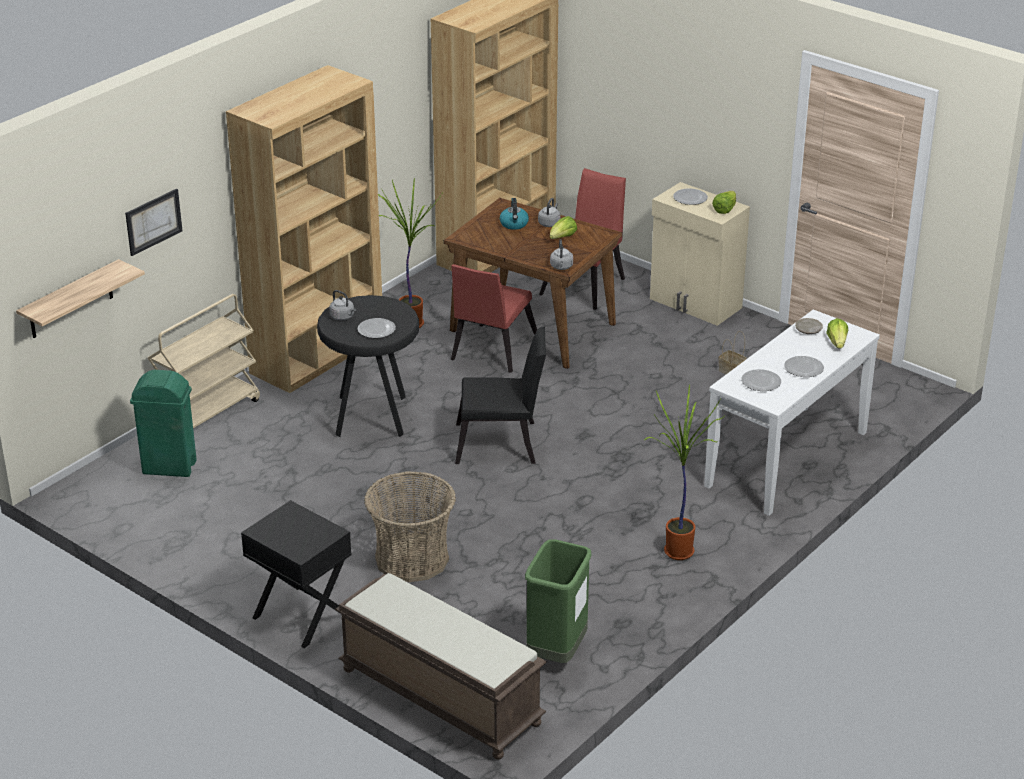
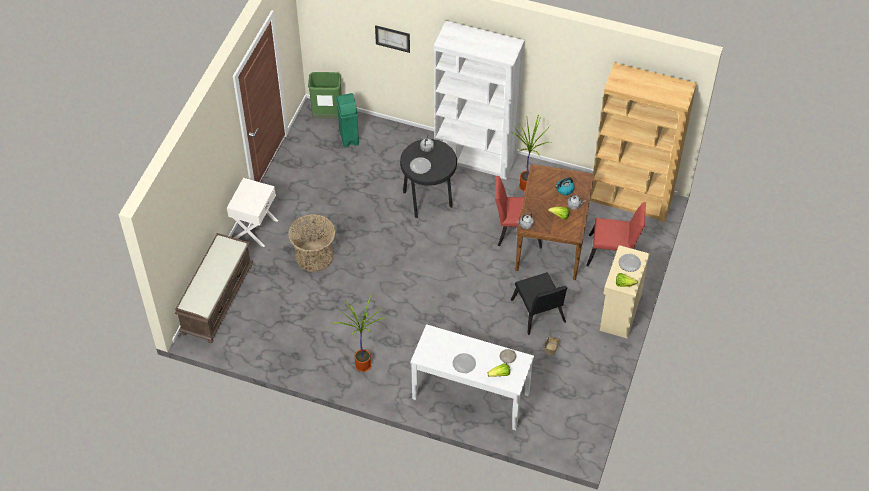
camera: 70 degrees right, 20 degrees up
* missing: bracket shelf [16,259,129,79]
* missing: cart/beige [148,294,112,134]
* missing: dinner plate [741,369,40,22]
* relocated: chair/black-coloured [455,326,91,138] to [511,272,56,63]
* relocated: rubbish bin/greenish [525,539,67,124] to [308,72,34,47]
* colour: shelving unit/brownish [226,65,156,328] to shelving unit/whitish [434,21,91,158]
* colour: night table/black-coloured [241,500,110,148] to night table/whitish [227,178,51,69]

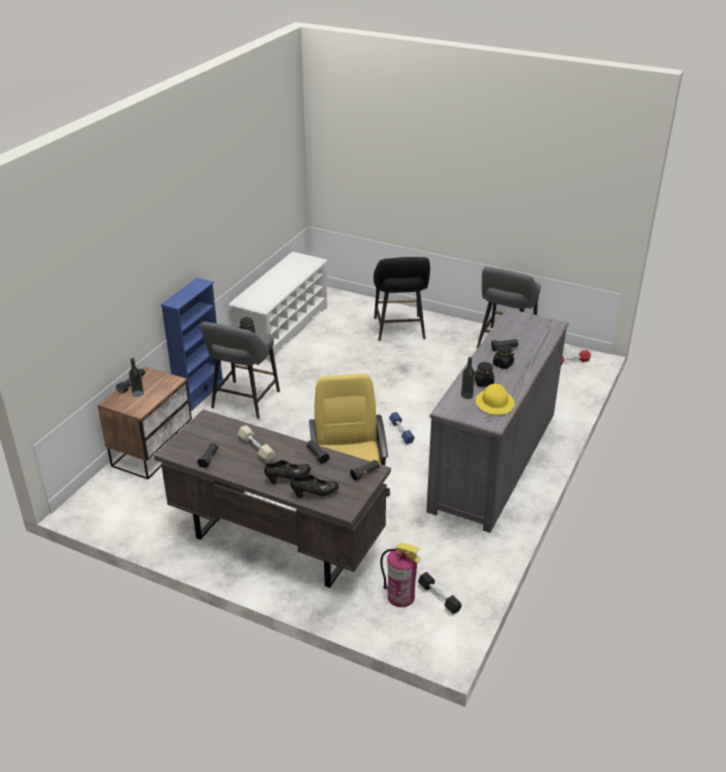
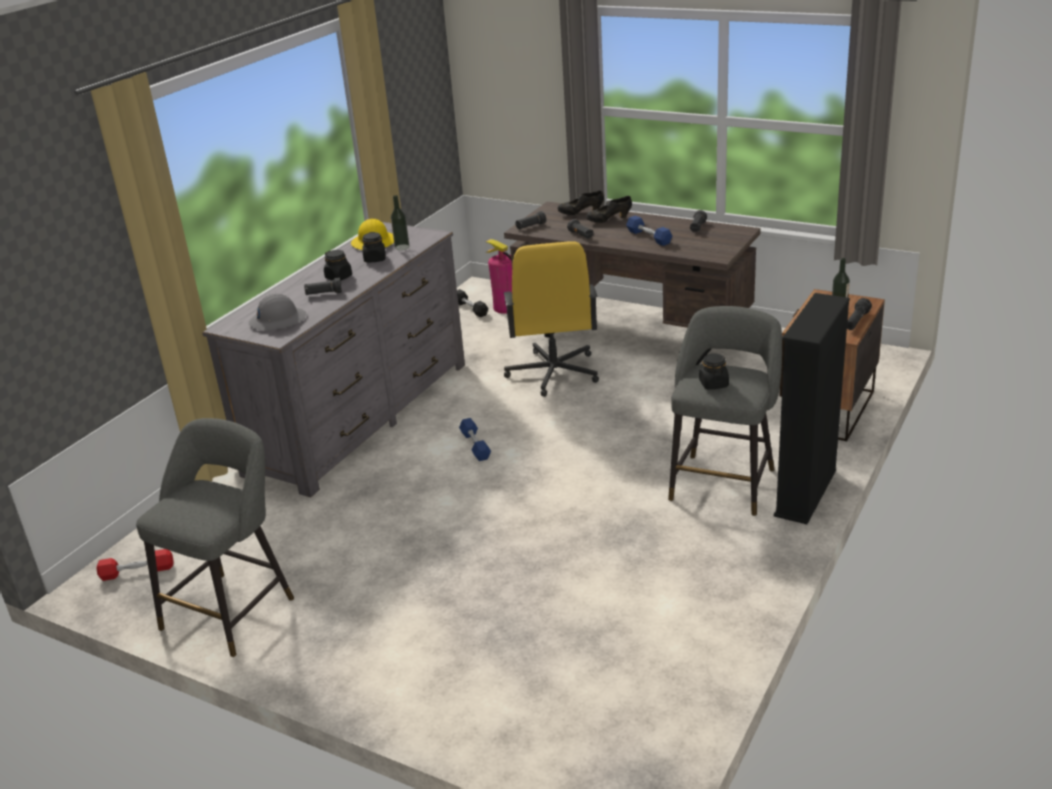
camera: 175 degrees left, 5 degrees down
* missing: shoe shelf/whitish [229,252,98,110]
* missing: stool seat/black-coloured [374,257,56,84]
* appeared: safety helmet/gray [249,294,57,37]
* colour: shelving unit/bluish [161,278,63,133] to shelving unit/black-coloured [774,293,76,231]
* colour: hand weight/beige [238,425,37,37] to hand weight/bluish [626,216,46,30]

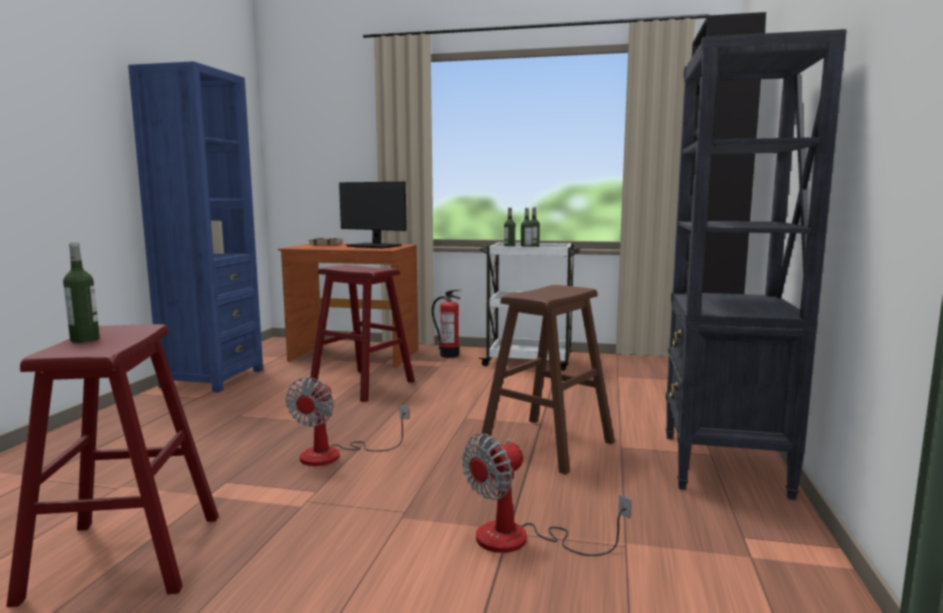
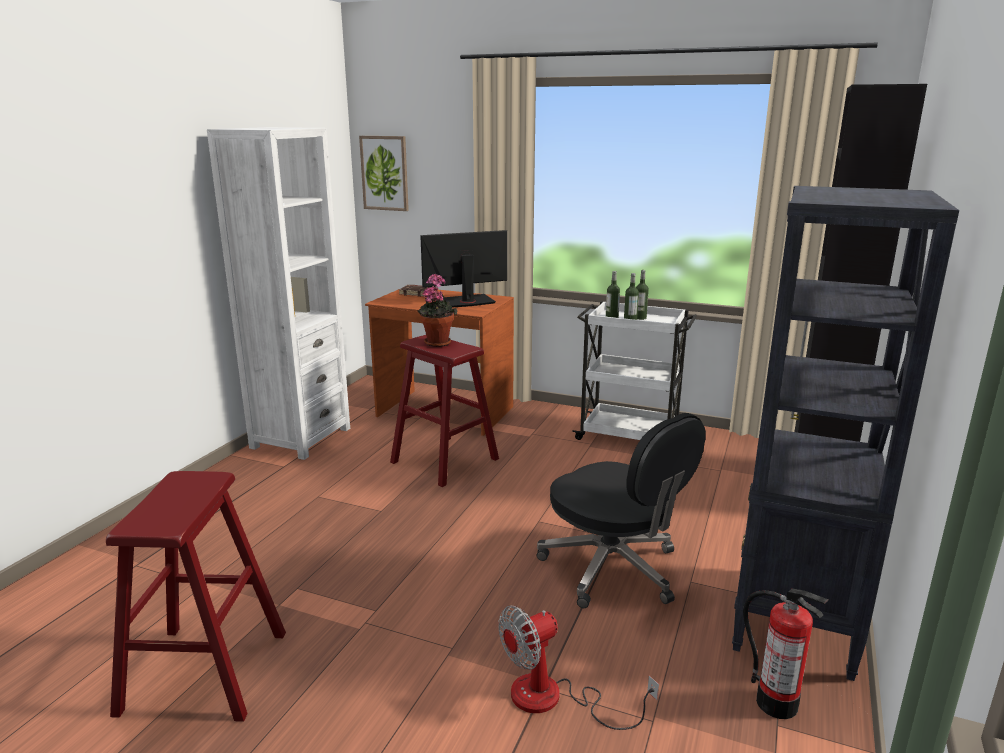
camera: 10 degrees right, 10 degrees up
* missing: beverage bottle [63,243,37,100]
* missing: cooling fan [286,377,123,89]
* appeared: wall picture [359,136,50,75]
* appeared: potted plant [417,274,40,73]
* relocated: extinguisher [432,290,29,68] to [743,588,85,131]
* exchanged: stool seat/brownish [480,285,135,190] to desk chair/black-coloured [537,413,169,195]
* colour: shelving unit/bluish [128,61,135,331] to shelving unit/whitish [207,127,143,333]
* spun: monitor [339,182,68,66] = [420,230,87,78] 120 degrees clockwise

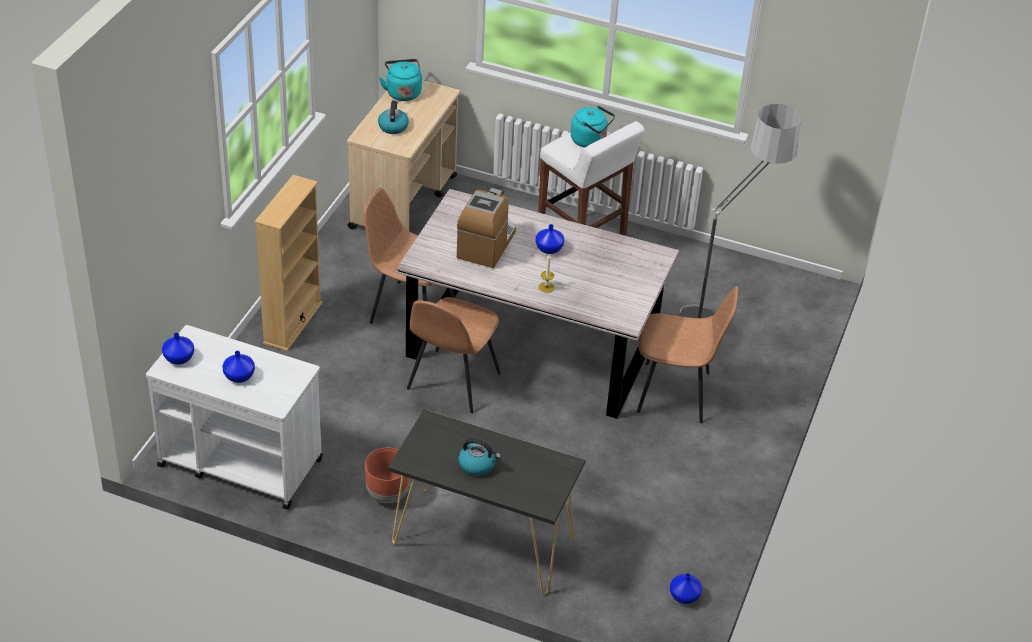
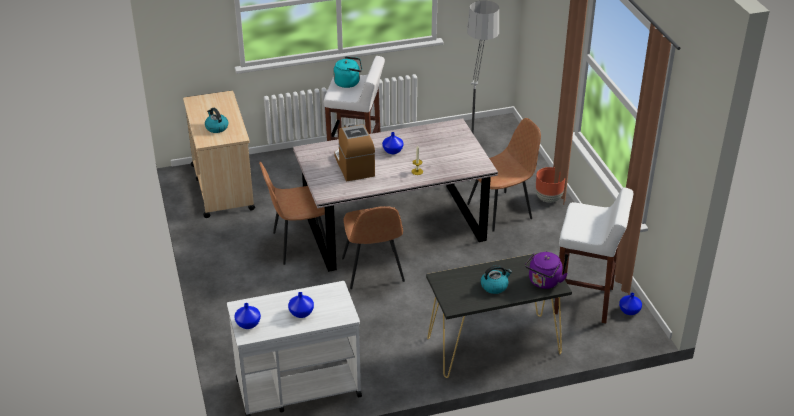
camera: 35 degrees left, 5 degrees down
* missing: shelving unit/beige [255,175,68,176]
* missing: kettle/turquoise-coloured [379,59,43,42]
* appeared: kettle/purple [525,252,43,37]
* appeared: stool seat/whitish [554,187,79,136]
* relocated: plant pot/brownish [365,448,45,55] to [536,167,29,36]

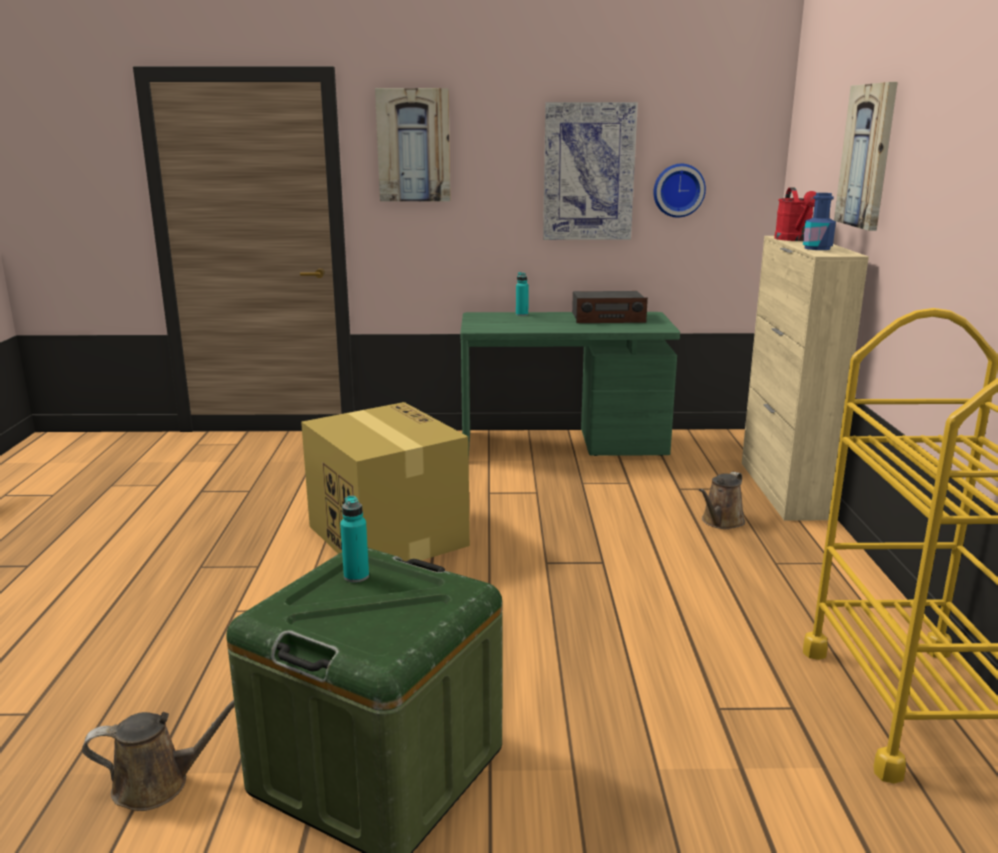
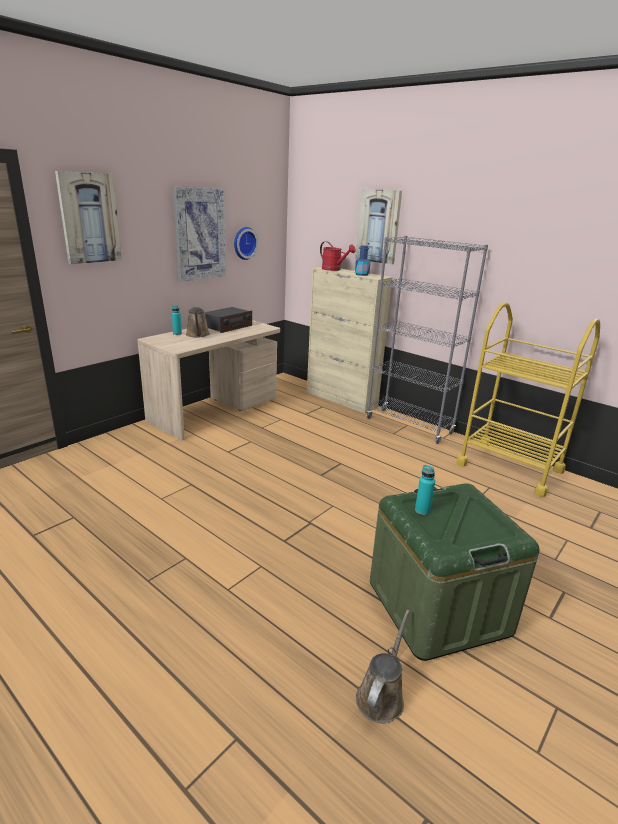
camera: 50 degrees left, 5 degrees up
* missing: cardboard box [301,402,169,159]
* appeared: shelving unit/gray [366,236,122,208]
* relocated: sprinkling can/brownish [699,472,46,57] to [186,307,24,30]
* colour: desk/greenish [460,312,220,144] to desk/beige [137,320,143,120]

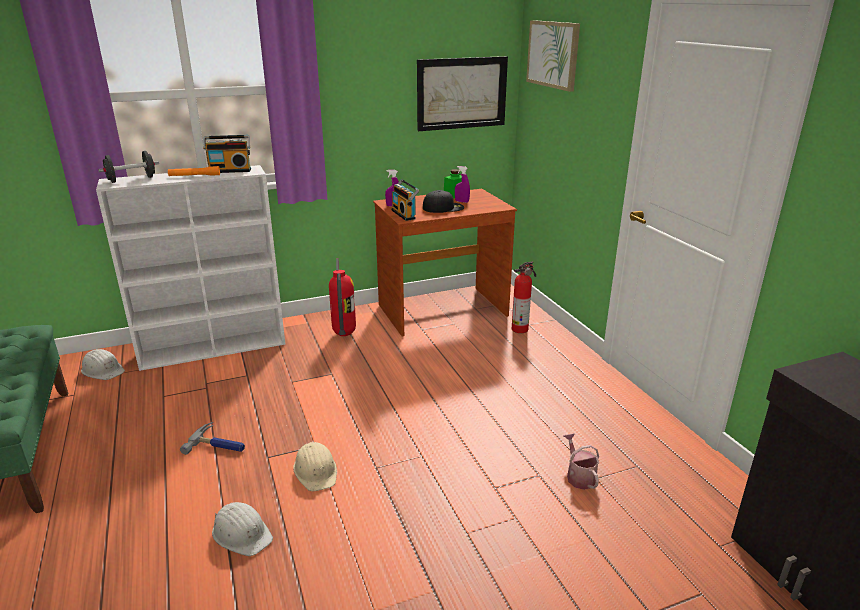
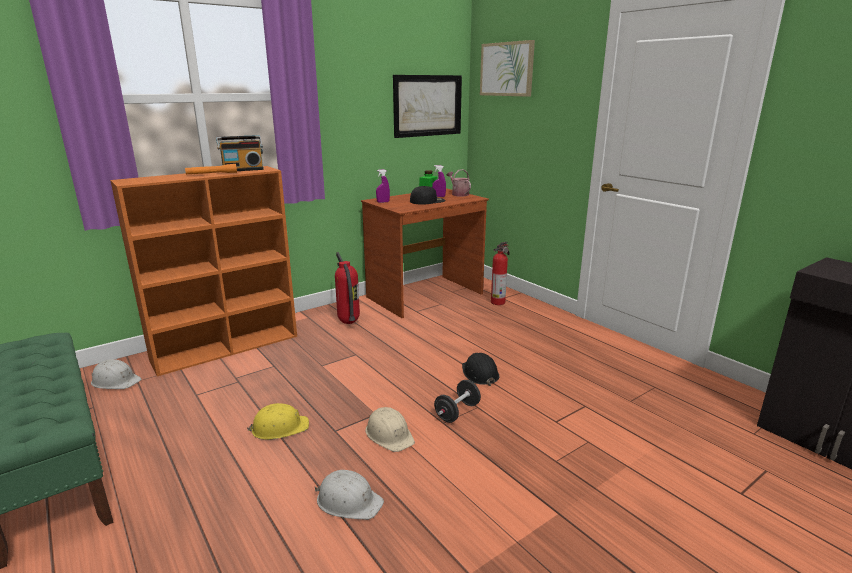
camera: 15 degrees left, 5 degrees down
* missing: radio receiver [391,179,28,42]
* appeared: safety helmet/black-coloured [462,353,38,33]
* relocated: hand weight/black-coloured [98,151,61,32] to [434,380,47,43]
* relocated: sprinkling can [564,433,35,57] to [447,169,24,27]
* exchanged: tool hammer [180,422,65,33] to safety helmet/yellowish [247,403,62,37]
* colour: shelving unit/whitish [96,165,189,206] to shelving unit/orange [110,166,187,210]

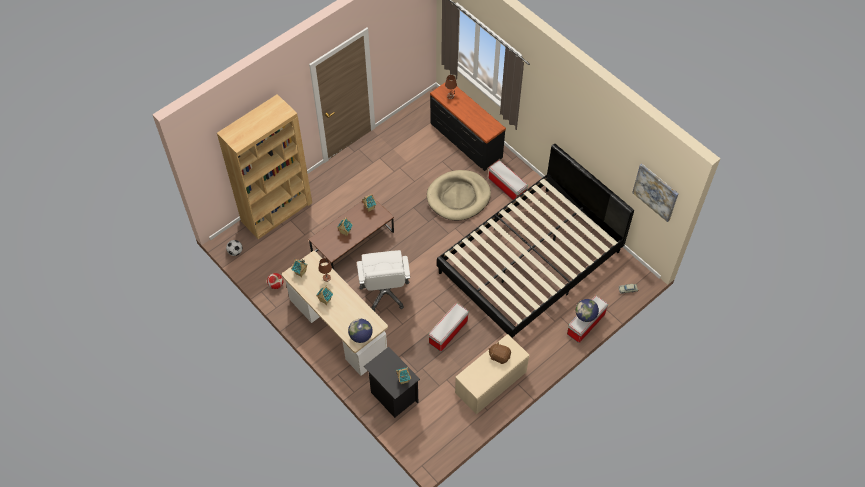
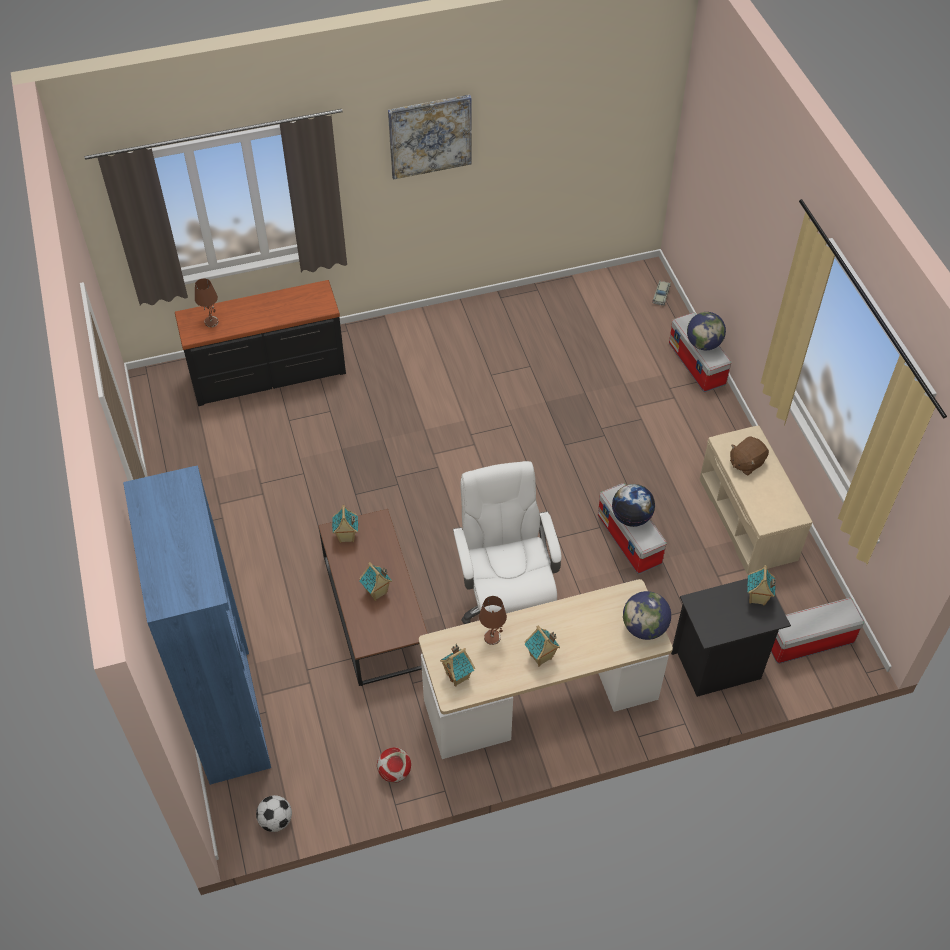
camera: 65 degrees left, 5 degrees down
* missing: pet bed/beige [427,170,64,50]
* missing: bedroom bed/black-coloured [437,144,197,194]
* appeared: globe [612,484,43,43]
* relocated: storage box [488,160,40,40] to [771,598,94,66]
* relocated: wall picture [632,164,47,58] to [388,95,84,85]
* colour: shelving unit/brownish [217,94,95,145] to shelving unit/bluish [123,466,148,319]
* spun: desk chair/whitish [357,250,53,62] = [453,461,109,163] 120 degrees counterclockwise

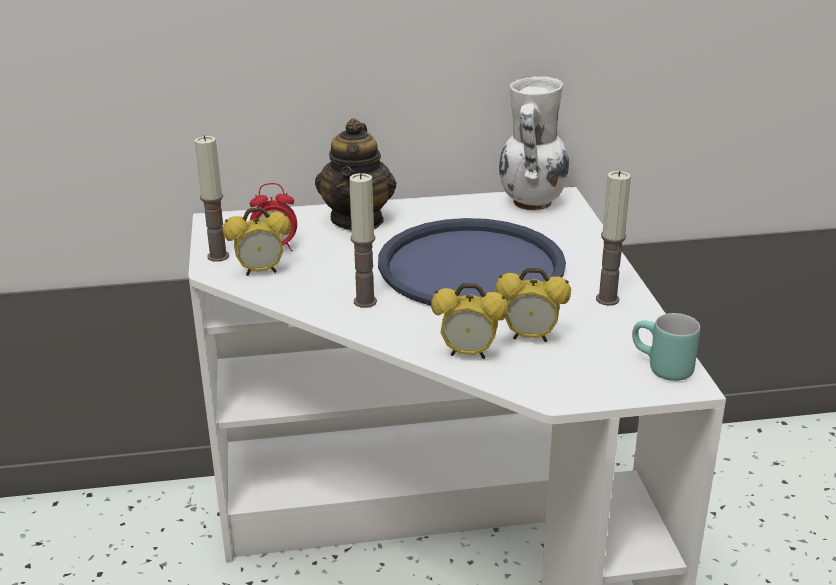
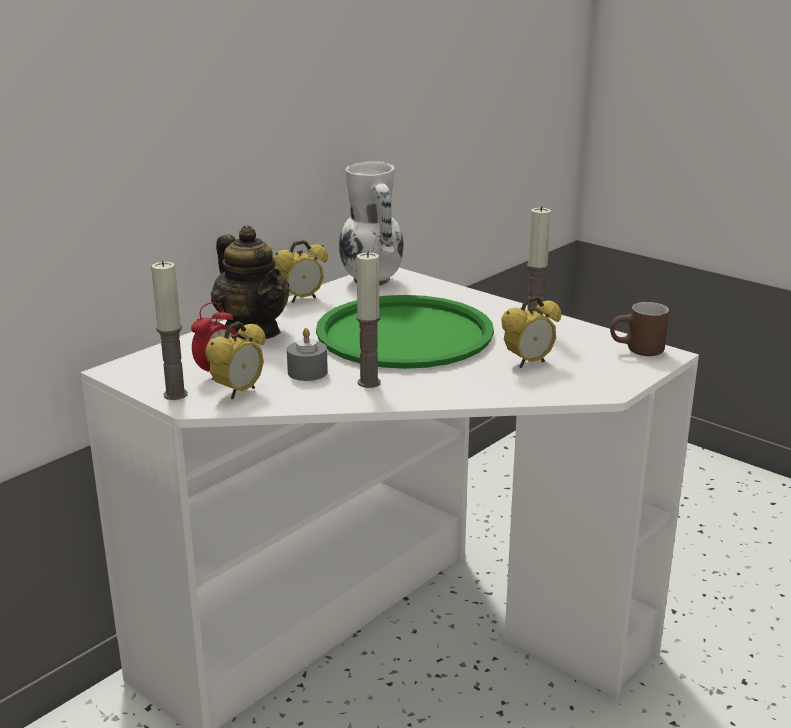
camera: 40 degrees left, 5 degrees down
* appeared: wax light/gray [287,328,41,53]
* relocated: table clock [431,283,77,76] to [273,240,55,63]
* colour: carrying tray/bluish [378,218,188,88] to carrying tray/greenish [316,295,178,74]
* colour: mug/turquoise-coloured [632,313,68,68] to mug/brownish [610,302,59,54]

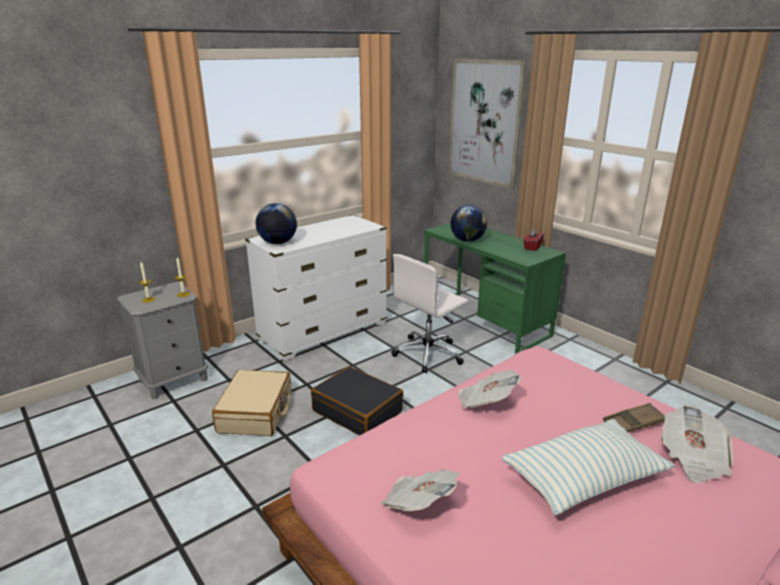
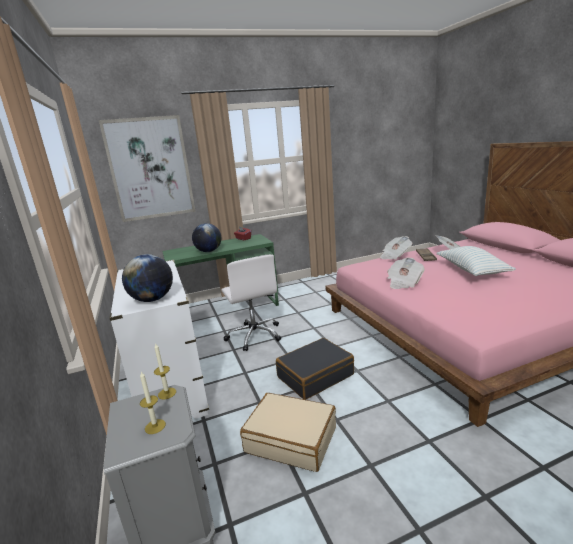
camera: 70 degrees left, 5 degrees down
* relocated: printed paper [381,469,78,42] to [380,236,32,23]

